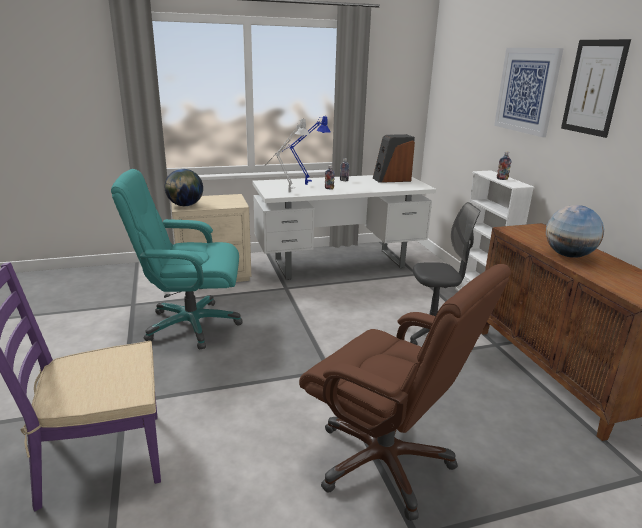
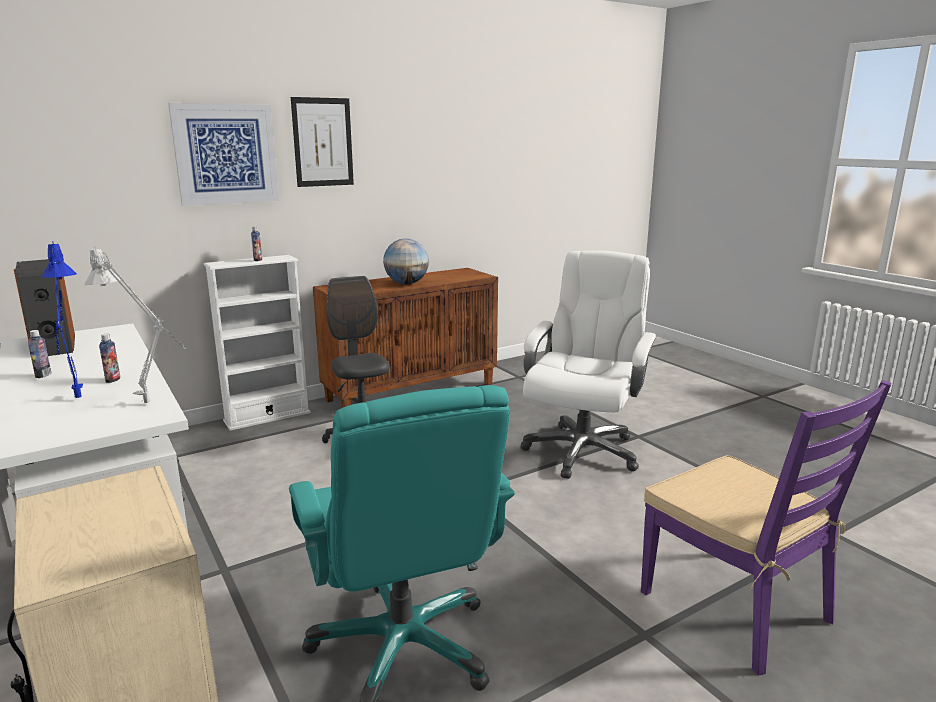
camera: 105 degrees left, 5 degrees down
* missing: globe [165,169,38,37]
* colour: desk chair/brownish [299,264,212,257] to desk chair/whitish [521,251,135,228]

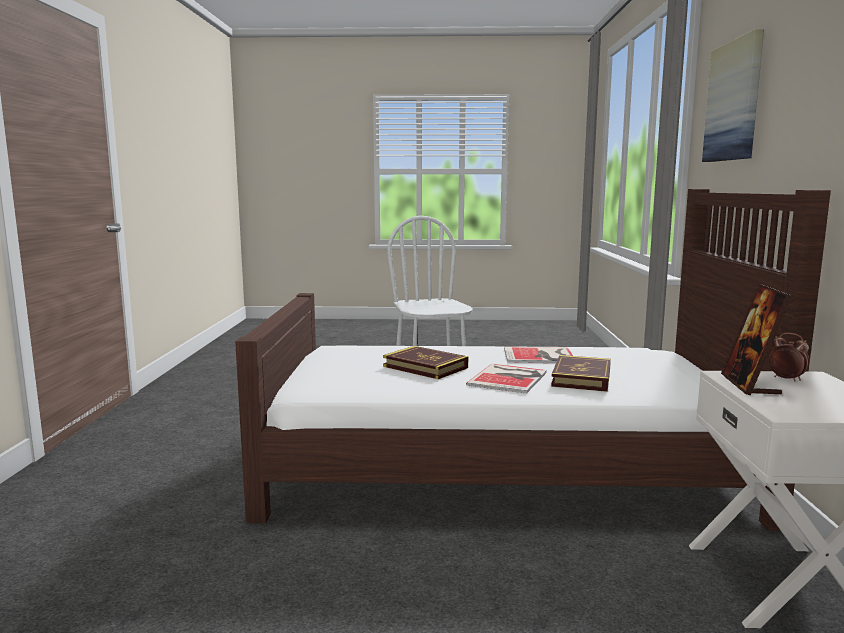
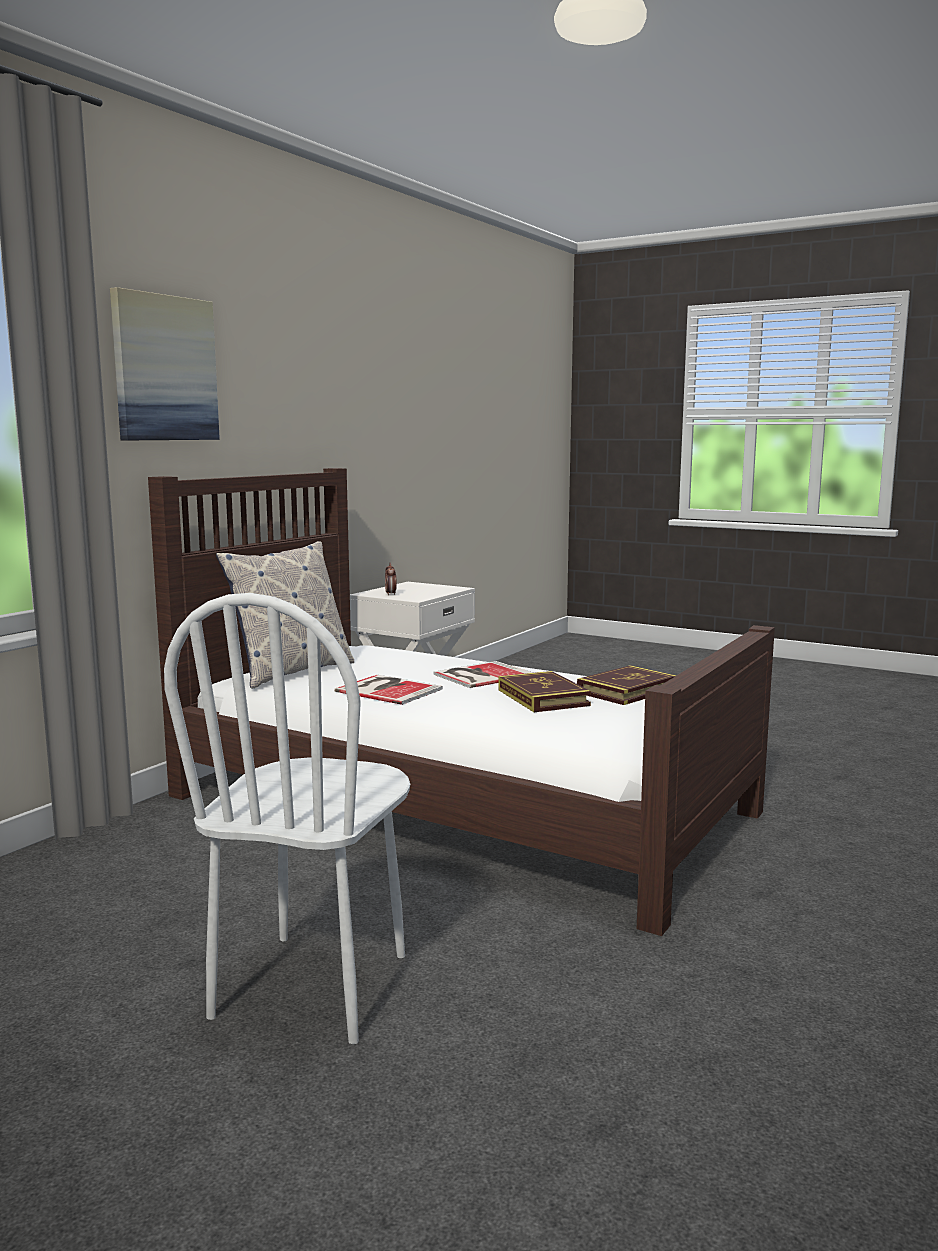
camera: 150 degrees left, 0 degrees up
* missing: photo frame [721,284,72,111]
* appeared: throw pillow [216,541,138,148]
* relocated: book [551,355,60,37] to [577,665,100,40]

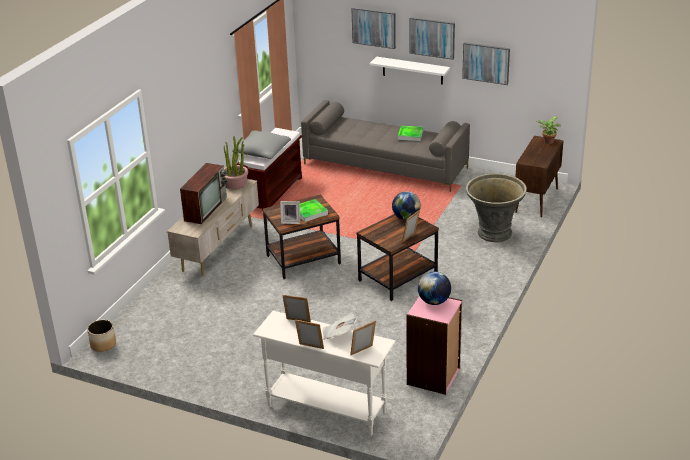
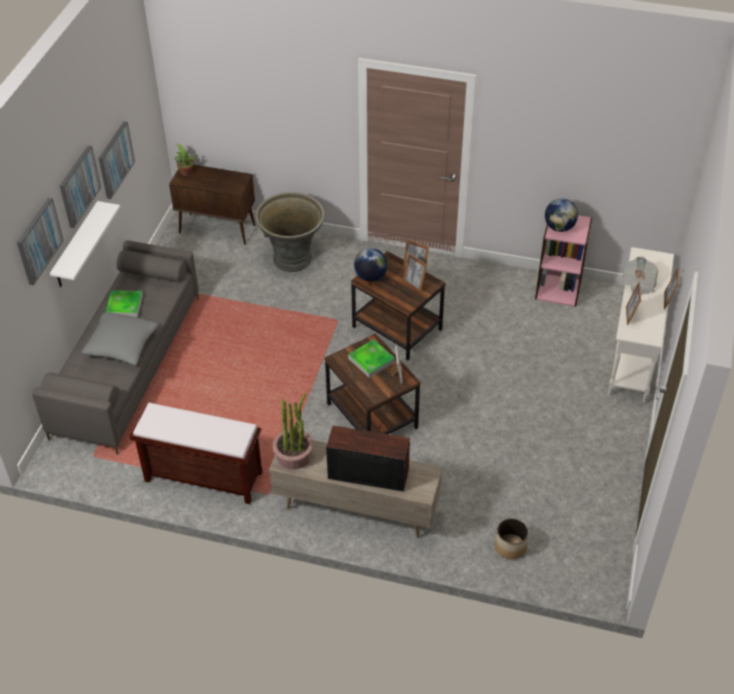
camera: 100 degrees left, 15 degrees up
* relocated: plant pot [87,320,29,32] to [495,518,34,41]
* relocated: throw pillow/gray [232,130,59,29] to [81,313,78,53]
* relocated: photo frame [350,321,26,34] to [403,253,24,40]

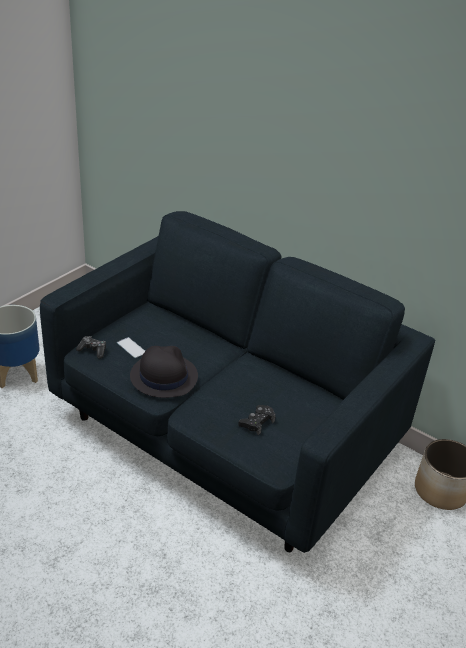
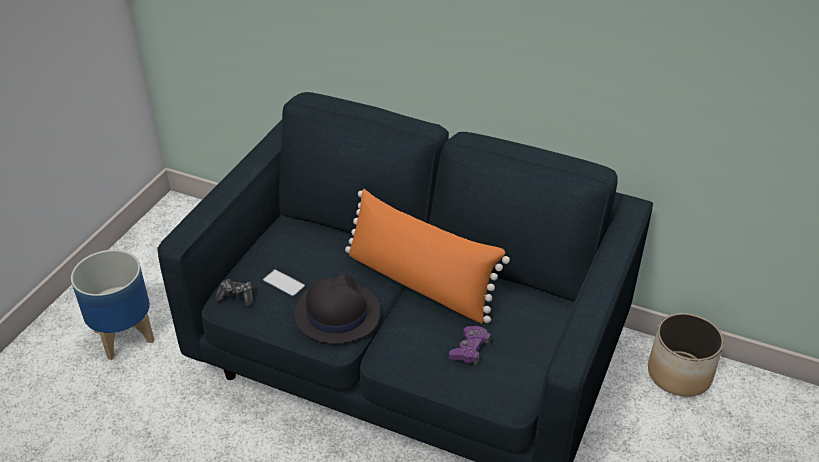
camera: 10 degrees left, 5 degrees up
* appeared: throw pillow/orange [345,189,165,135]
* colour: game controller/black-coloured [238,405,37,30] to game controller/purple [449,326,41,40]

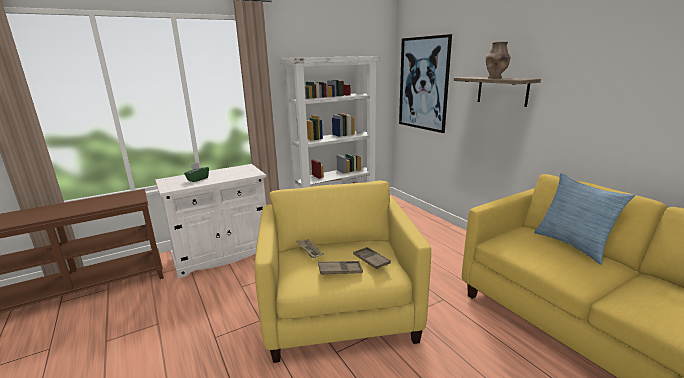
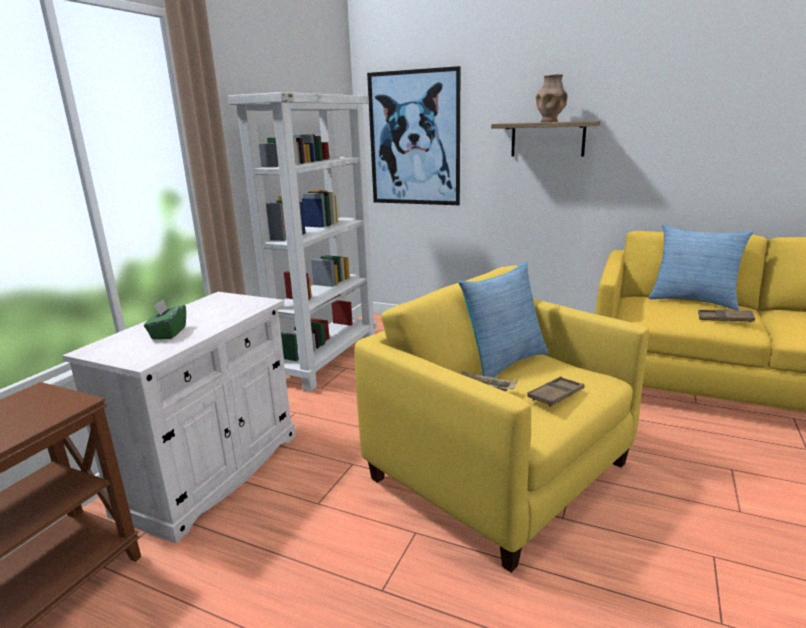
camera: 35 degrees left, 0 degrees up
* appeared: throw pillow [458,261,91,116]
* relocated: carrying tray/brownish [353,247,38,22] to [698,310,57,12]

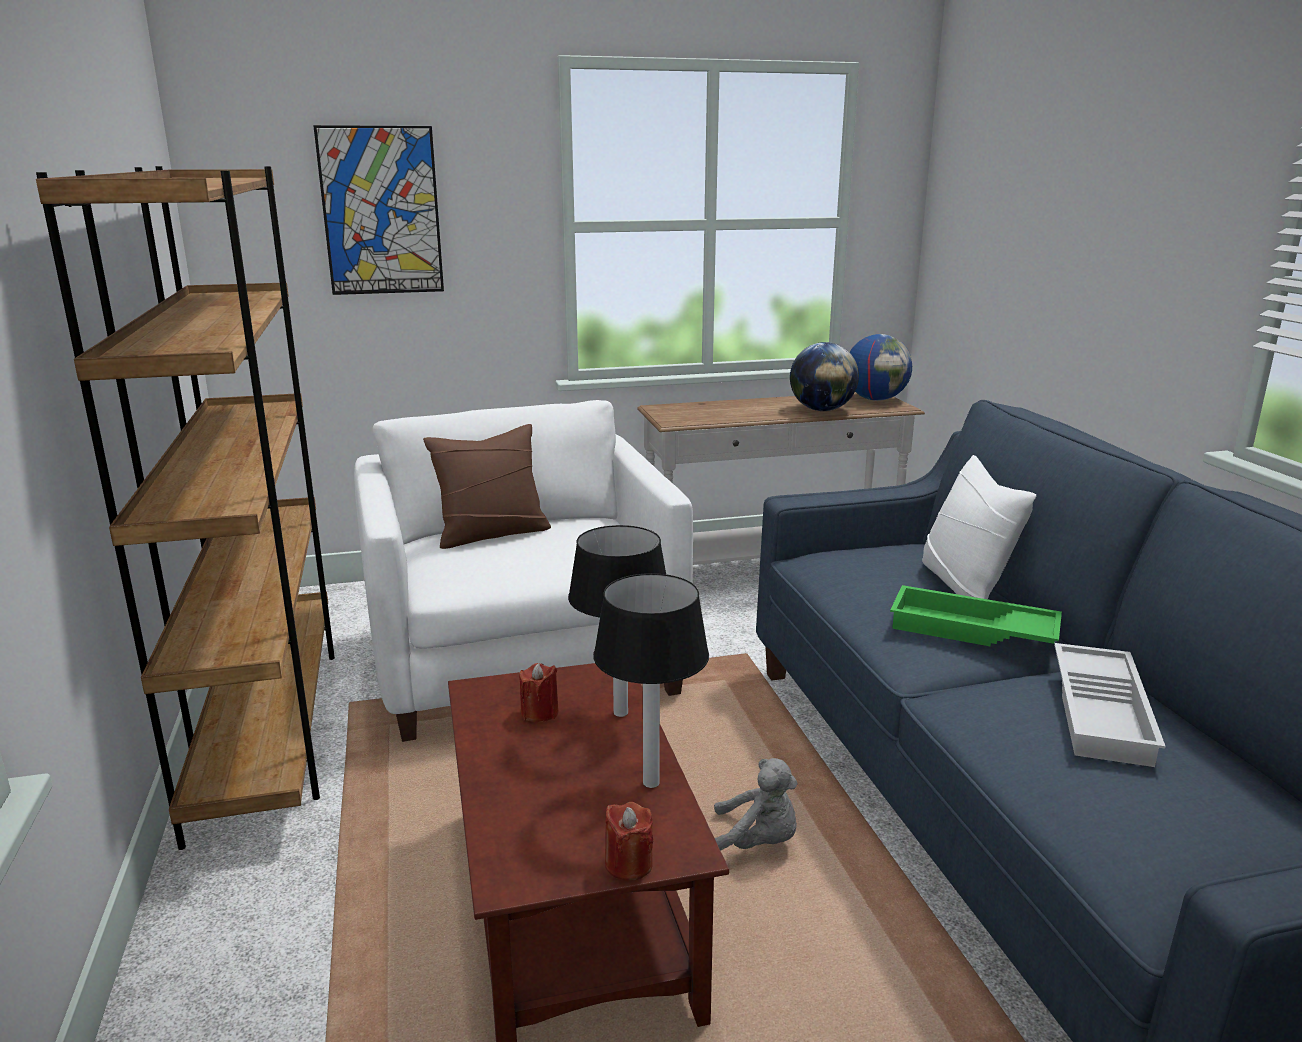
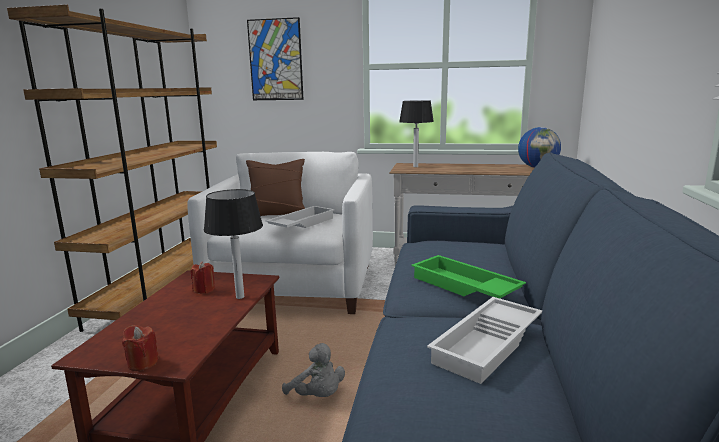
camera: 25 degrees right, 5 degrees down
* missing: globe [790,342,69,69]
* missing: throw pillow/whitish [922,455,114,144]
* appeared: carrying tray/whitish [266,206,69,22]
* relocated: lamp for a table [593,573,116,215] to [399,100,35,67]

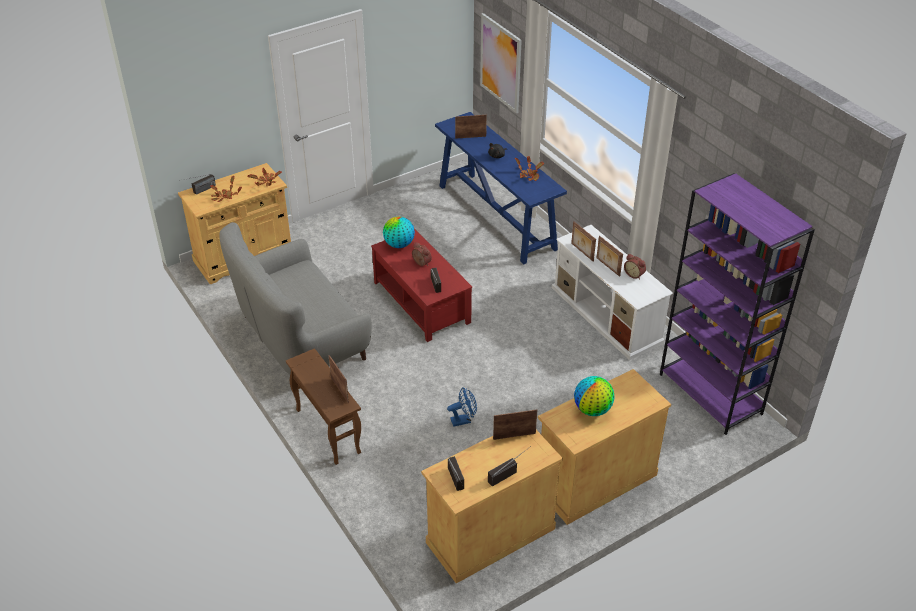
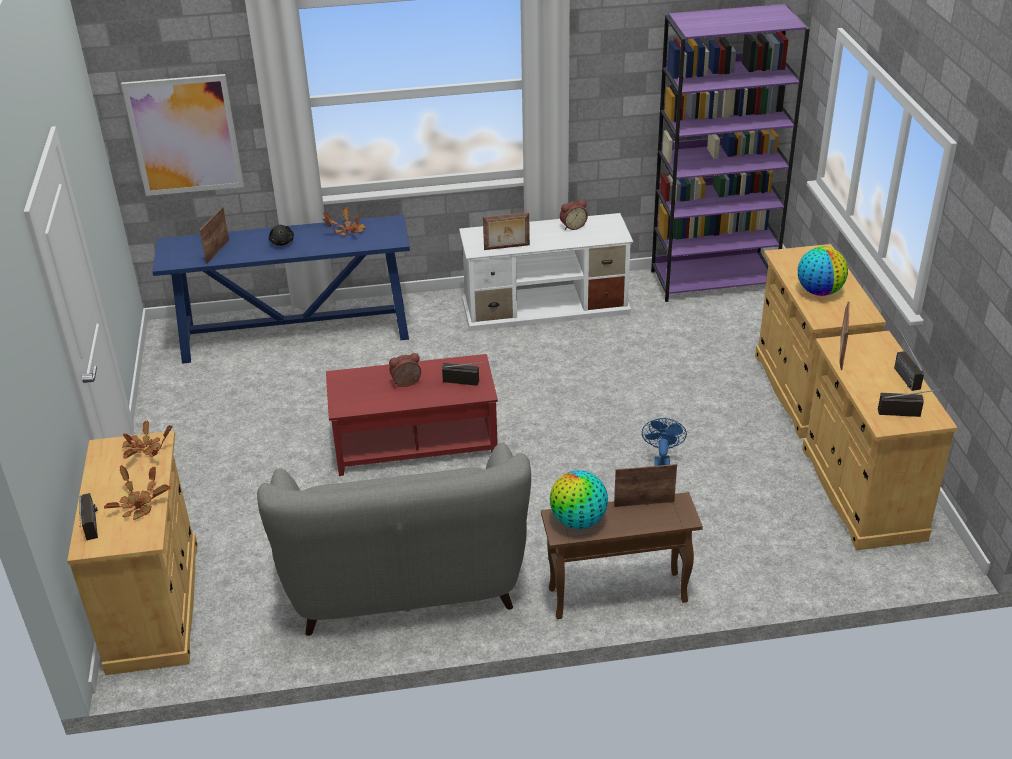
camera: 65 degrees left, 5 degrees down
* missing: photo frame [597,236,26,41]
* relocated: globe [383,216,32,32] to [550,470,58,59]

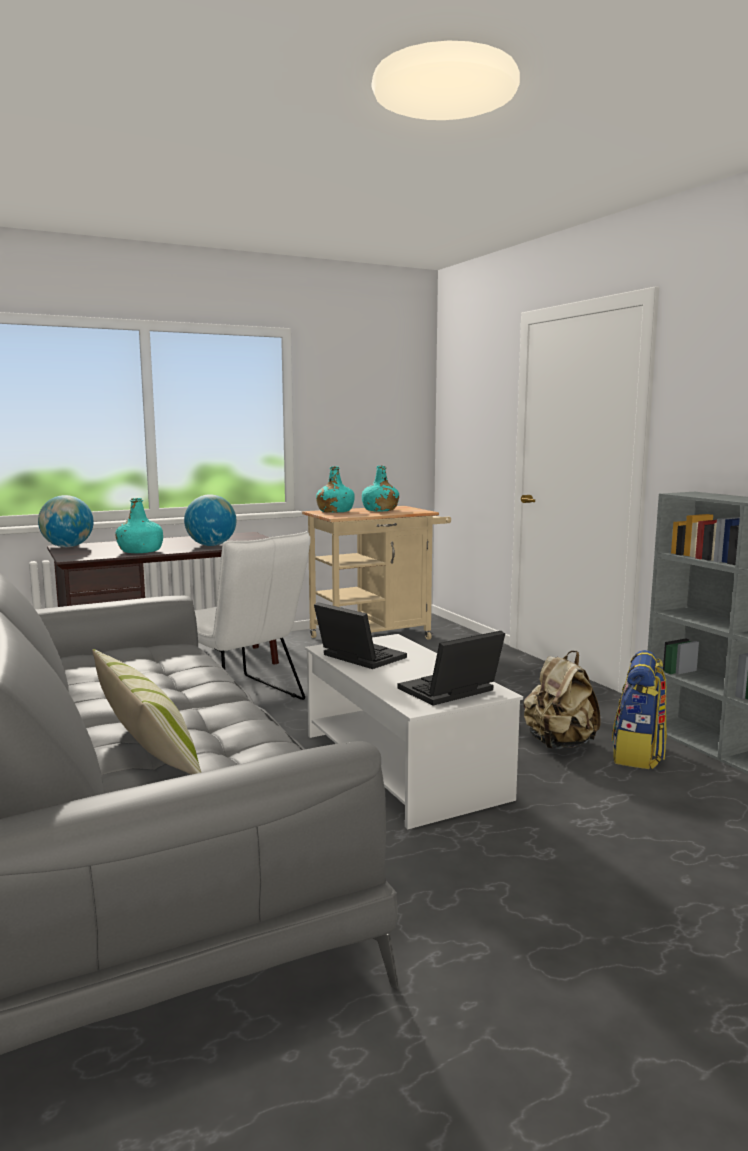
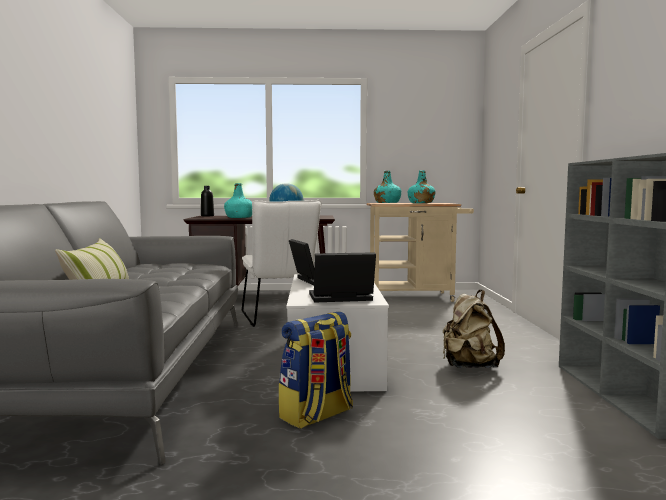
camera: 25 degrees right, 5 degrees down
* relocated: knapsack [612,650,55,119] to [279,311,74,118]
* exchanged: globe [38,495,56,52] to beverage bottle/black-coloured [201,186,13,30]

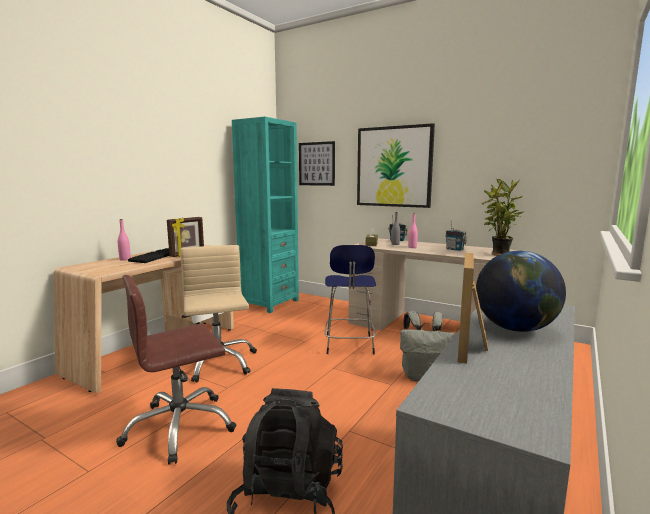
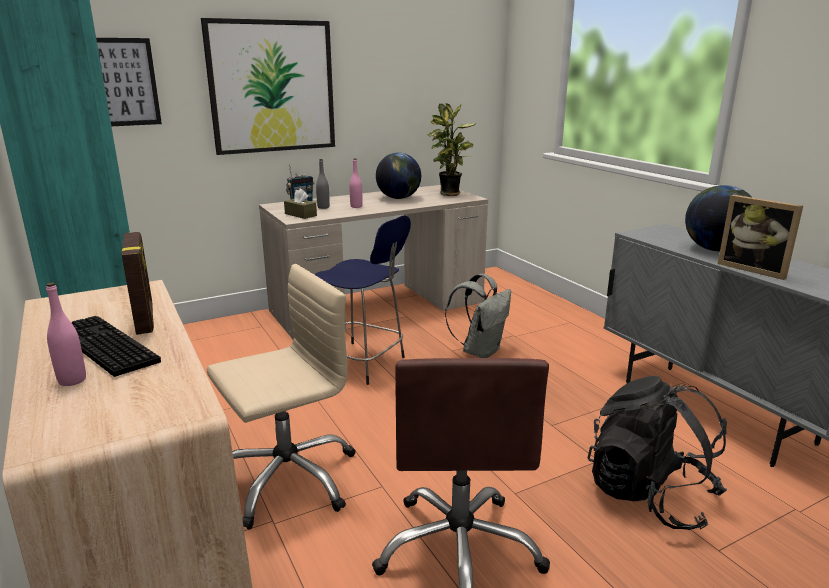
camera: 60 degrees left, 10 degrees up
* exchanged: radio receiver [445,222,22,29] to globe [376,153,45,46]
* spun: desk chair/beige [180,245,77,137] = [206,264,149,266] 135 degrees clockwise

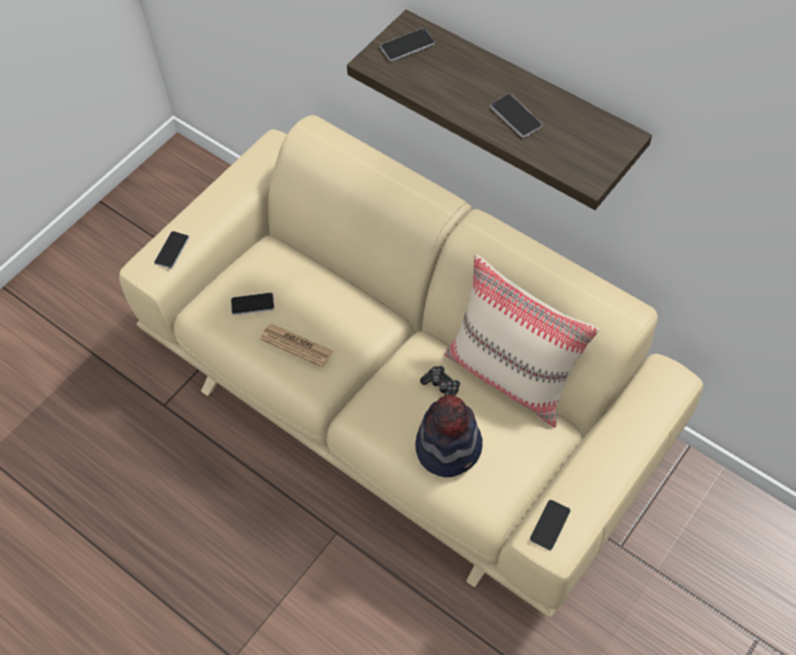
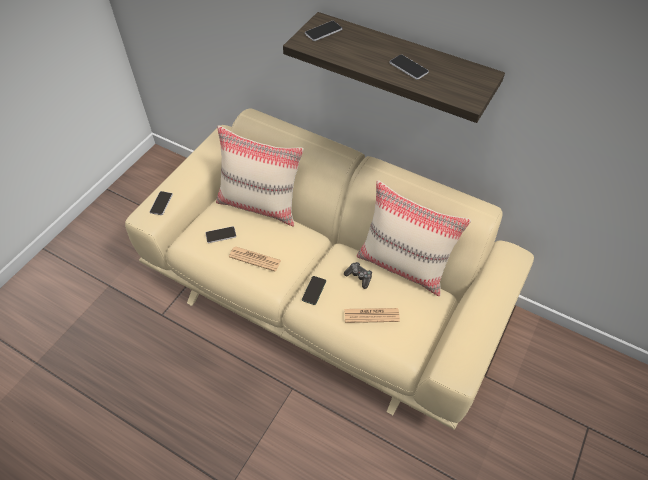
camera: 10 degrees left, 5 degrees down
* appeared: throw pillow/beige [216,125,88,102]
* relocated: phone [530,500,40,50] to [302,276,24,29]
* exchanged: wearable hat [415,395,67,82] to printed paper [344,308,56,15]

